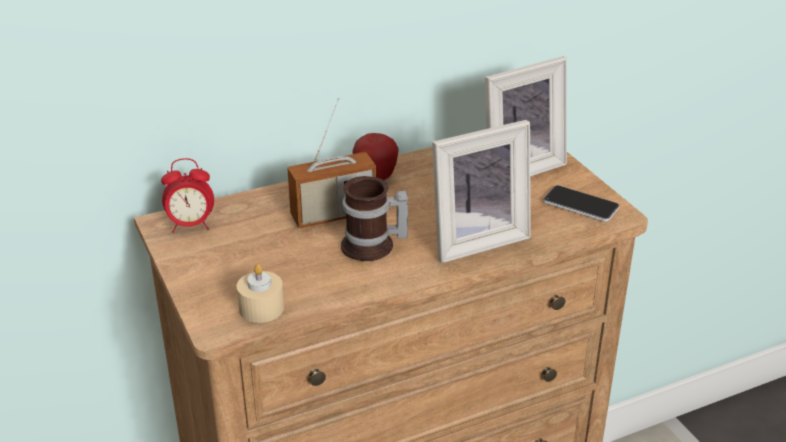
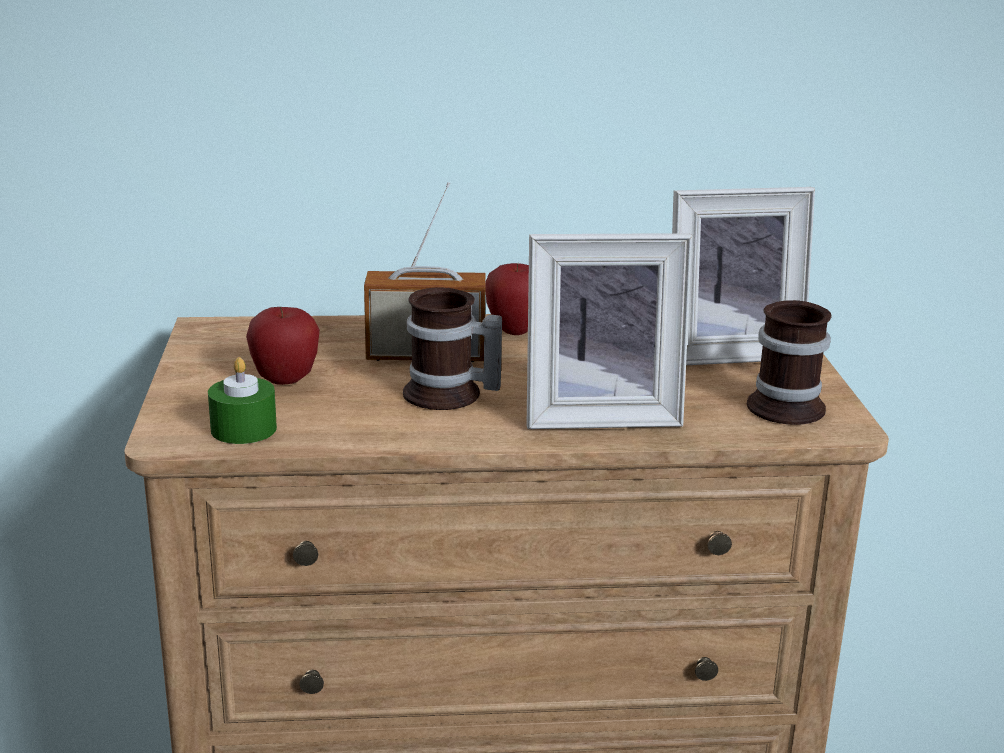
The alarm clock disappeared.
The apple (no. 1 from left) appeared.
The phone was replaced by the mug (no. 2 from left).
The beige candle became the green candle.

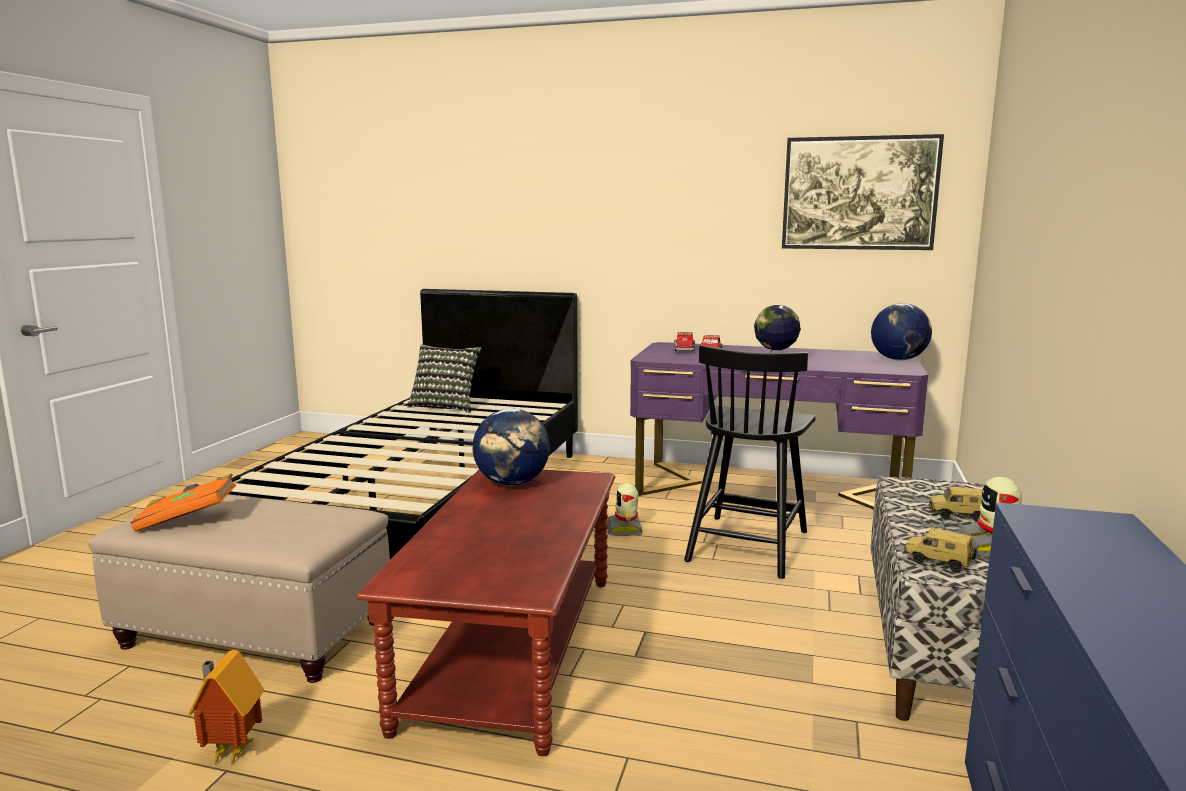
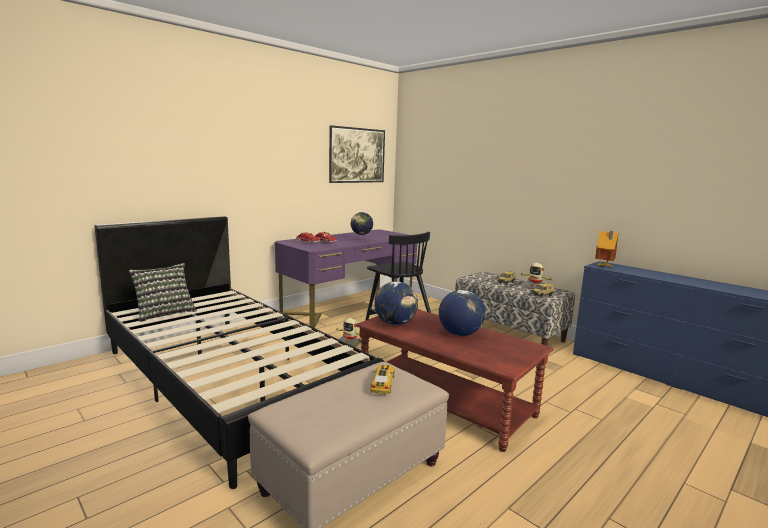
The orange book disappeared.
The toy car (no. 1 from left) appeared.
The toy house moved.
The globe (no. 3 from left) moved.

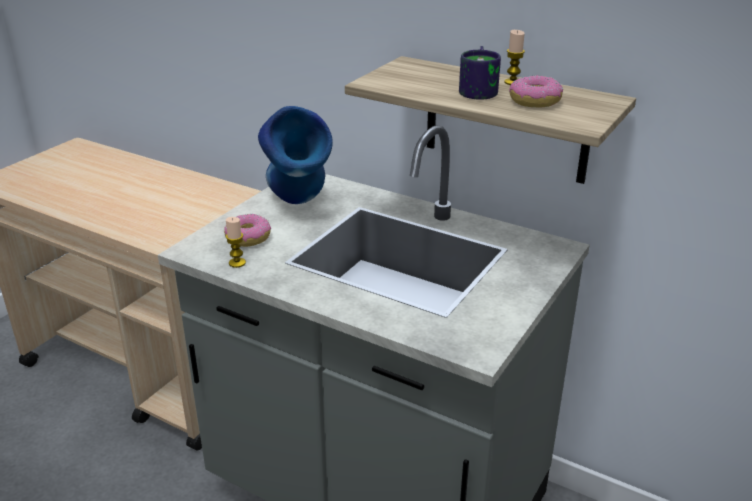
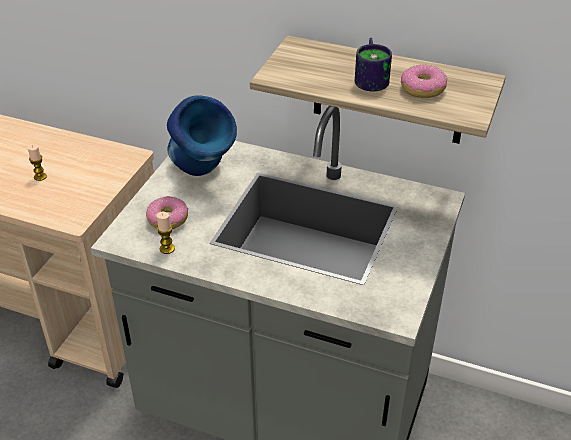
The candle (no. 2 from left in the first image) moved.

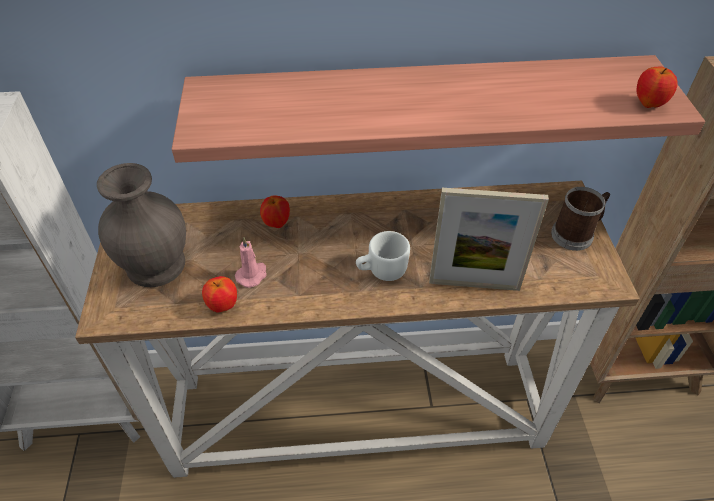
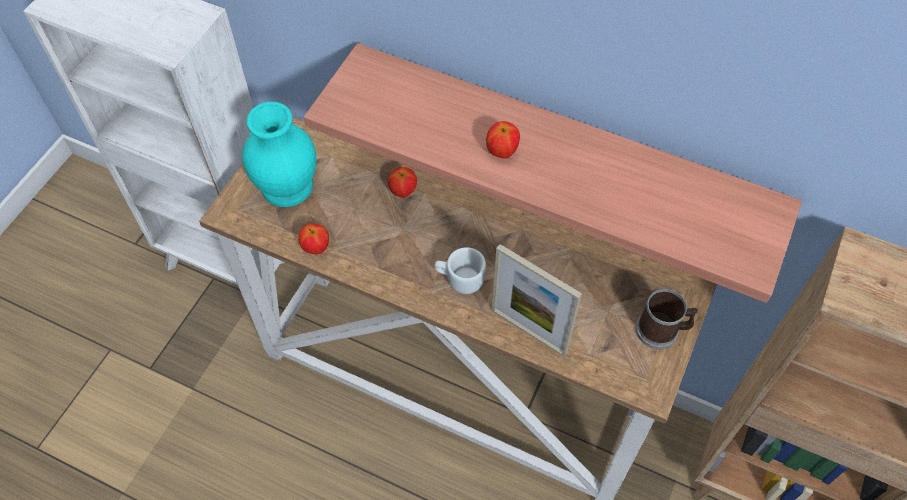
The pink candle disappeared.
The apple (no. 3 from left) moved.
The grey vase became the turquoise vase.

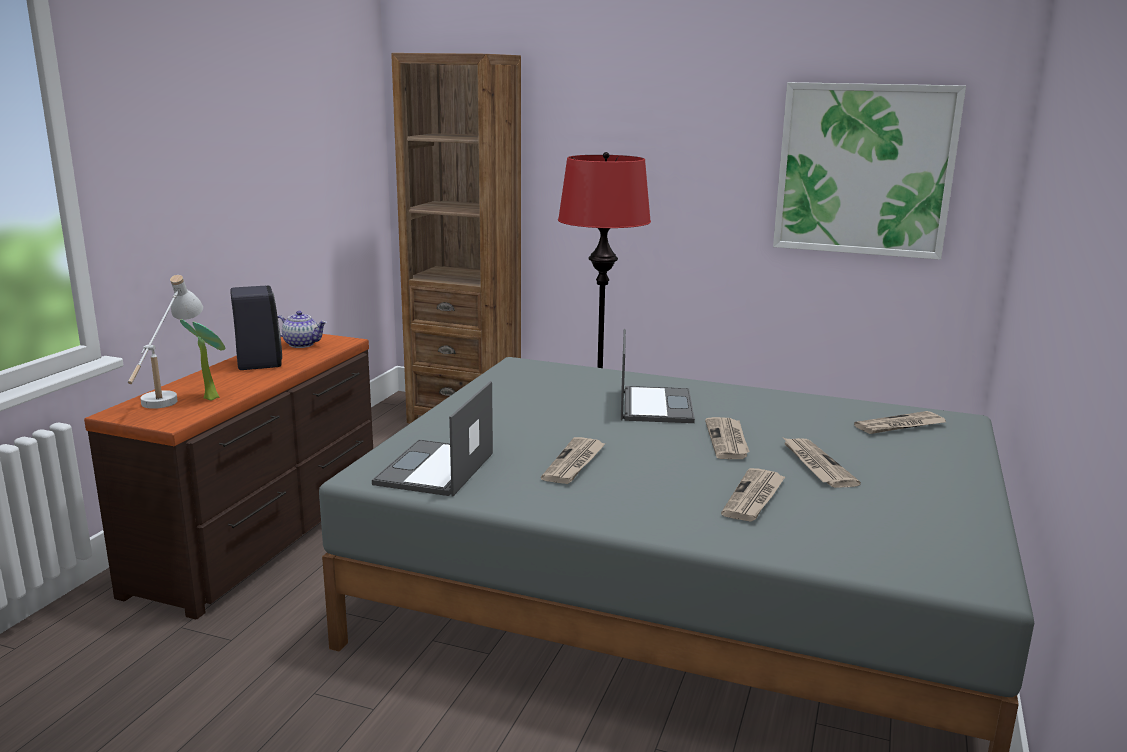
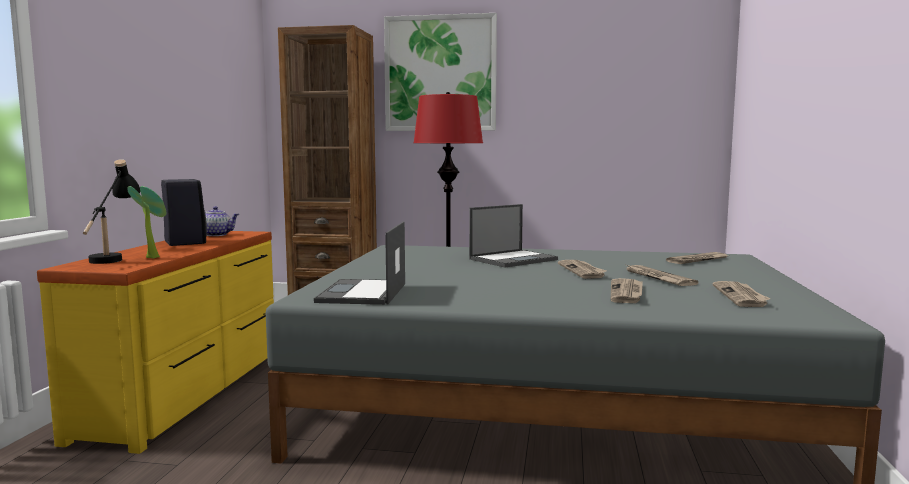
The newspaper (no. 1 from left in the first image) moved.
The picture moved.
The brown dresser became the yellow dresser.
The white table lamp became the black table lamp.
The laptop (no. 2 from left) turned 60 degrees clockwise.

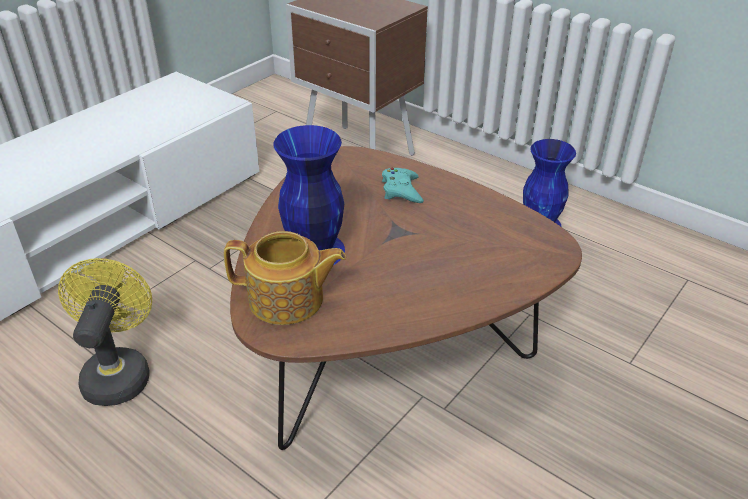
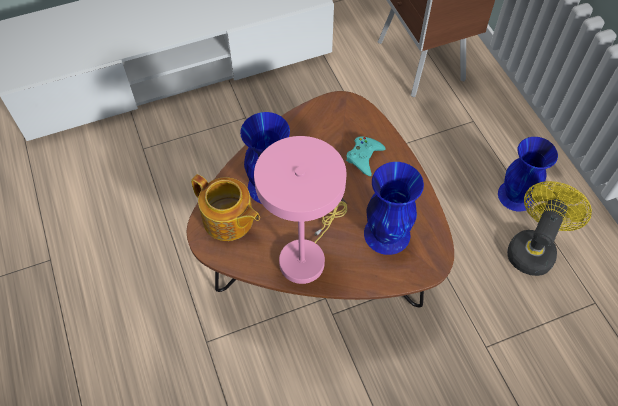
The pink table lamp appeared.
The blue vase (no. 2 from left) appeared.
The yellow fan moved.

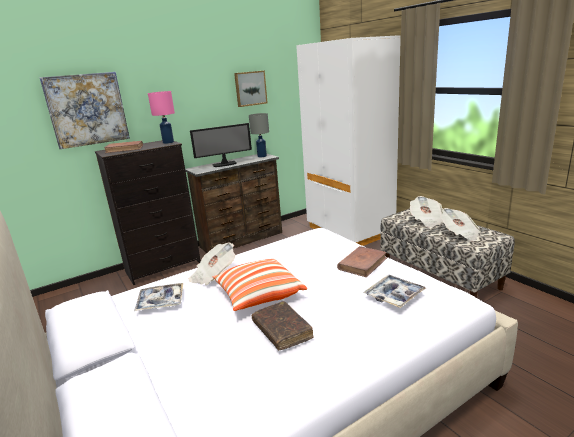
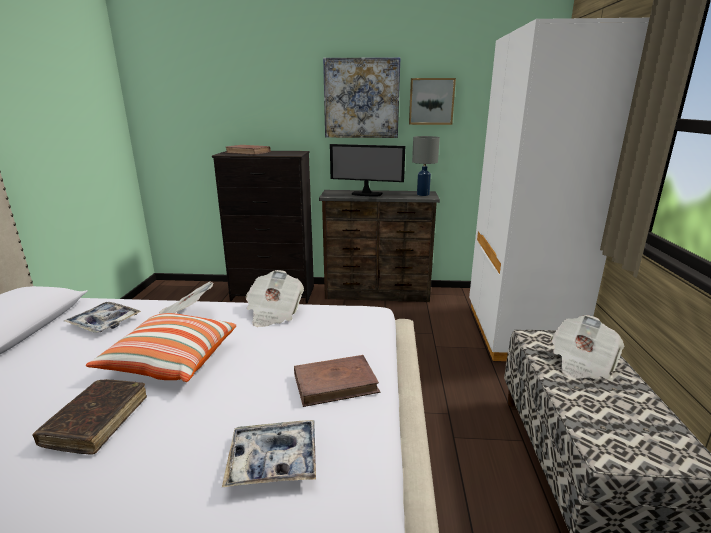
The pink table lamp disappeared.
The picture (no. 1 from left) moved.
The newspaper (no. 3 from left in the first image) moved.

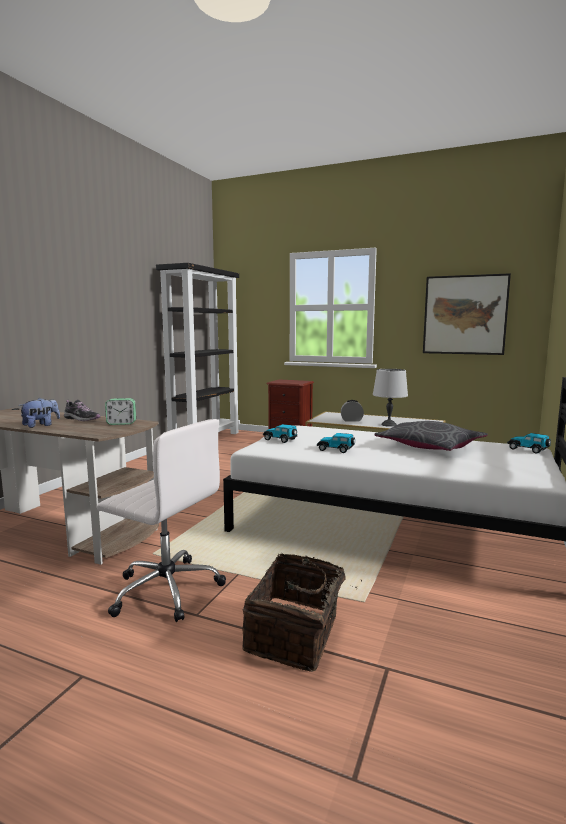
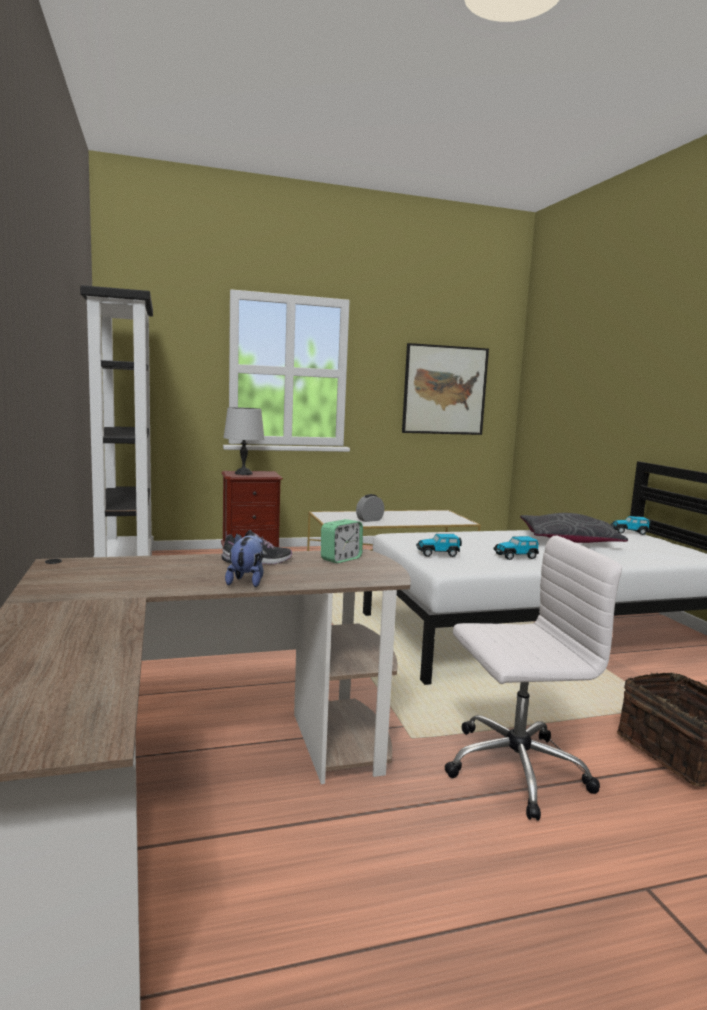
The grey table lamp moved.

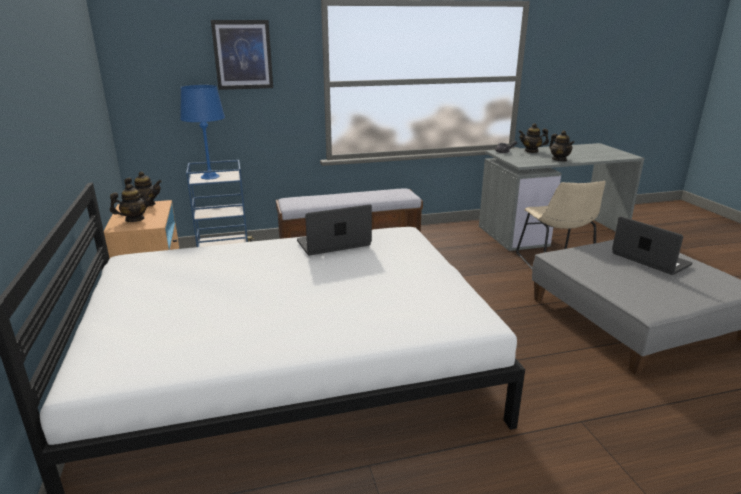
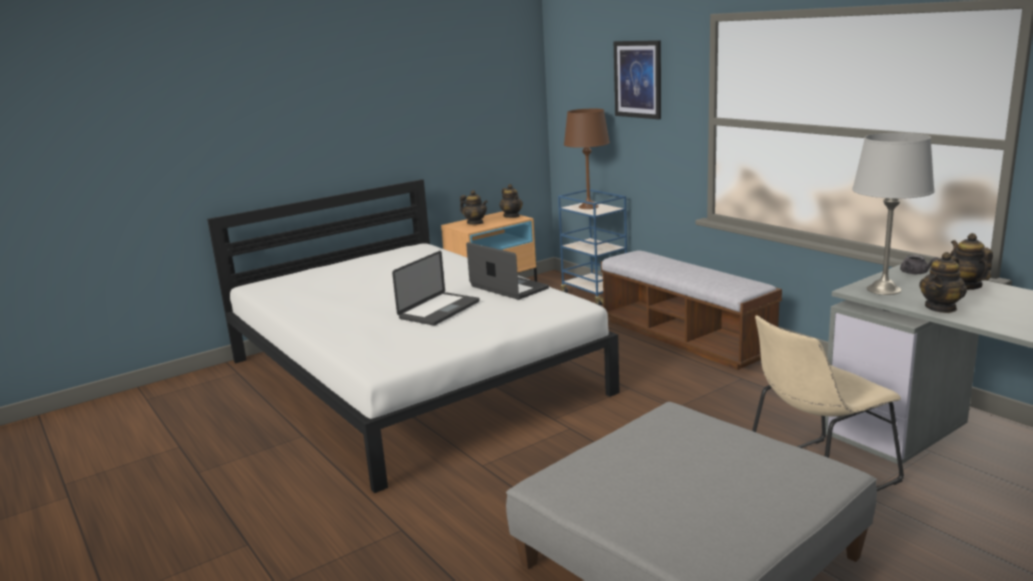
The grey table lamp appeared.
The laptop (no. 2 from left in the first image) moved.
The blue table lamp became the brown table lamp.

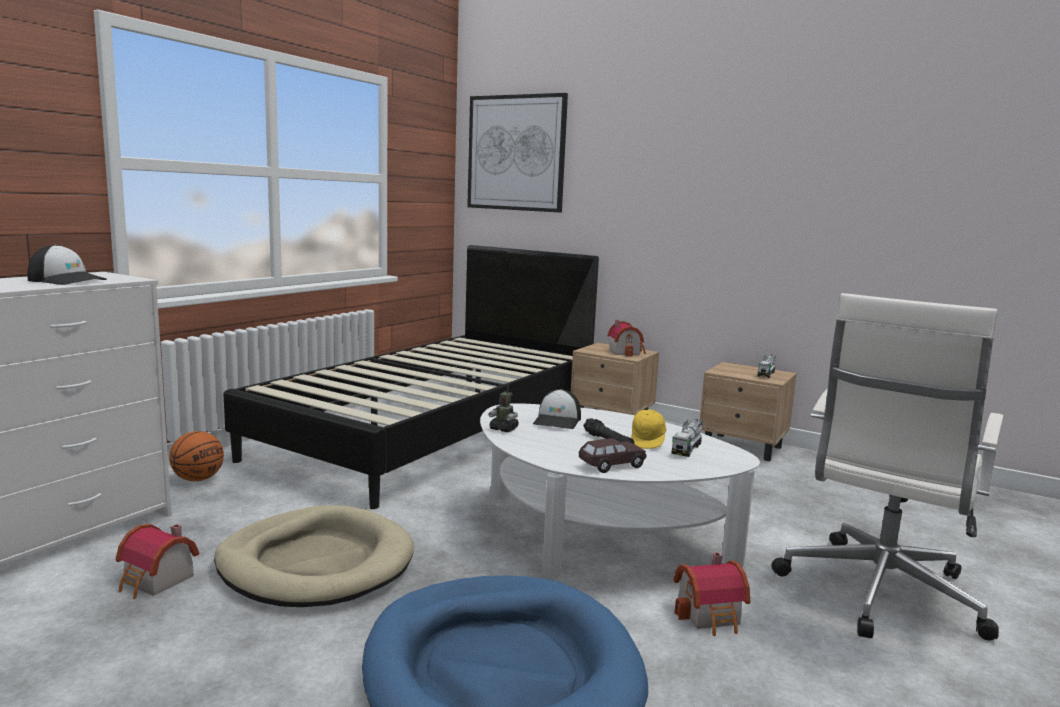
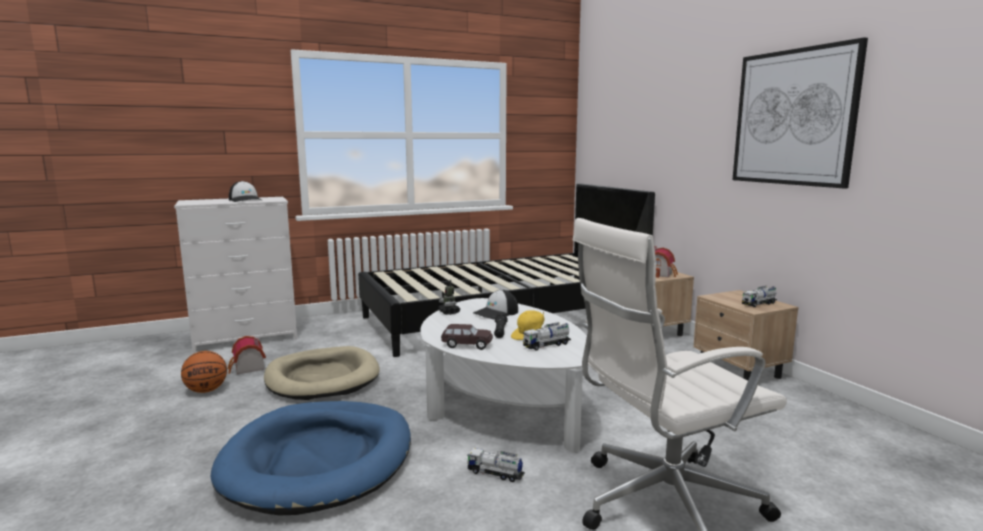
The basketball moved.
The picture moved.
The toy house (no. 3 from left) was replaced by the toy truck (no. 1 from left).

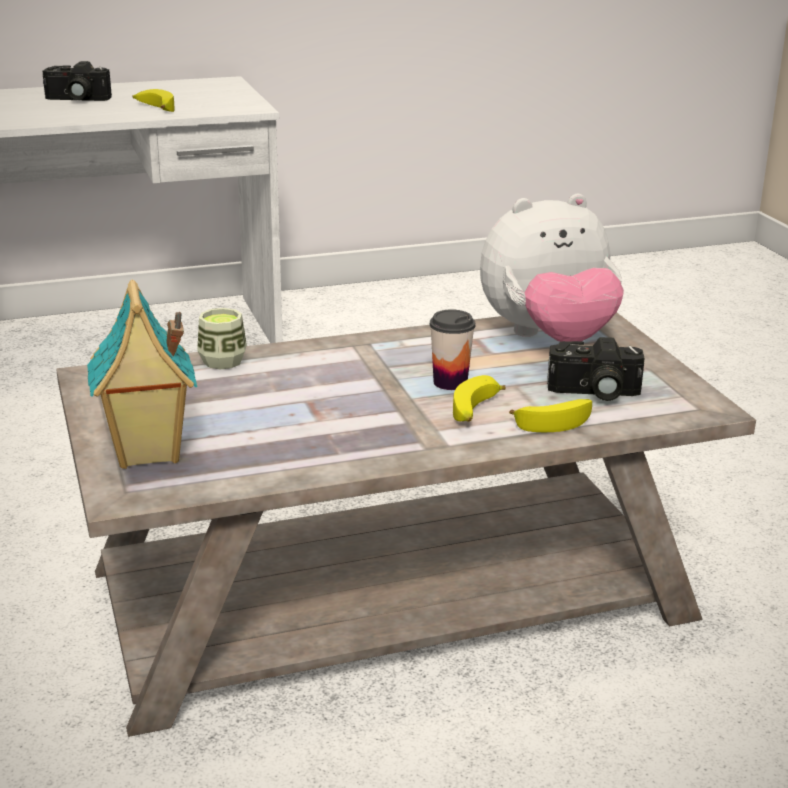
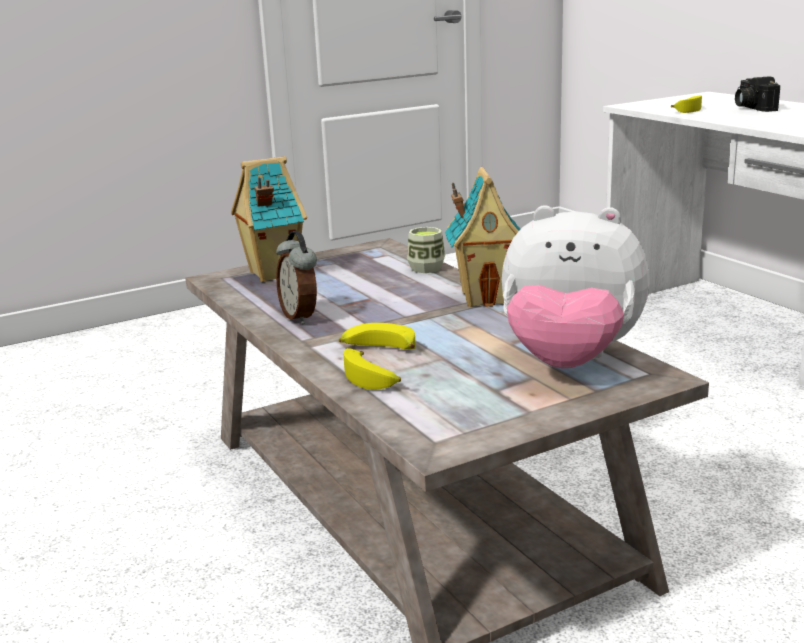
The cup (no. 2 from left) disappeared.
The photo camera (no. 2 from left) disappeared.
The alarm clock appeared.
The toy house (no. 2 from left) appeared.
The banana (no. 1 from left in the first image) moved.
The plush toy turned 45 degrees counterclockwise.

